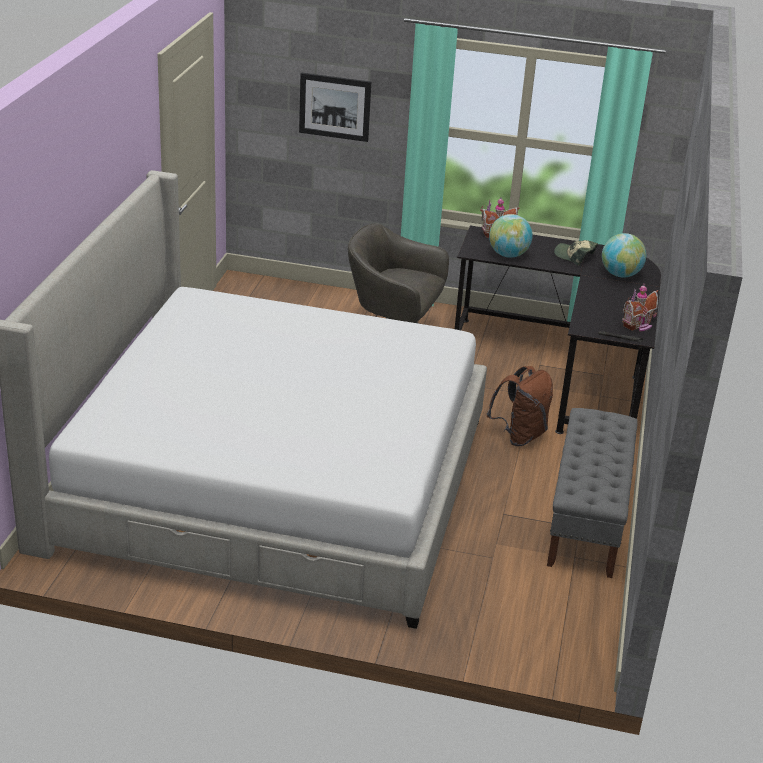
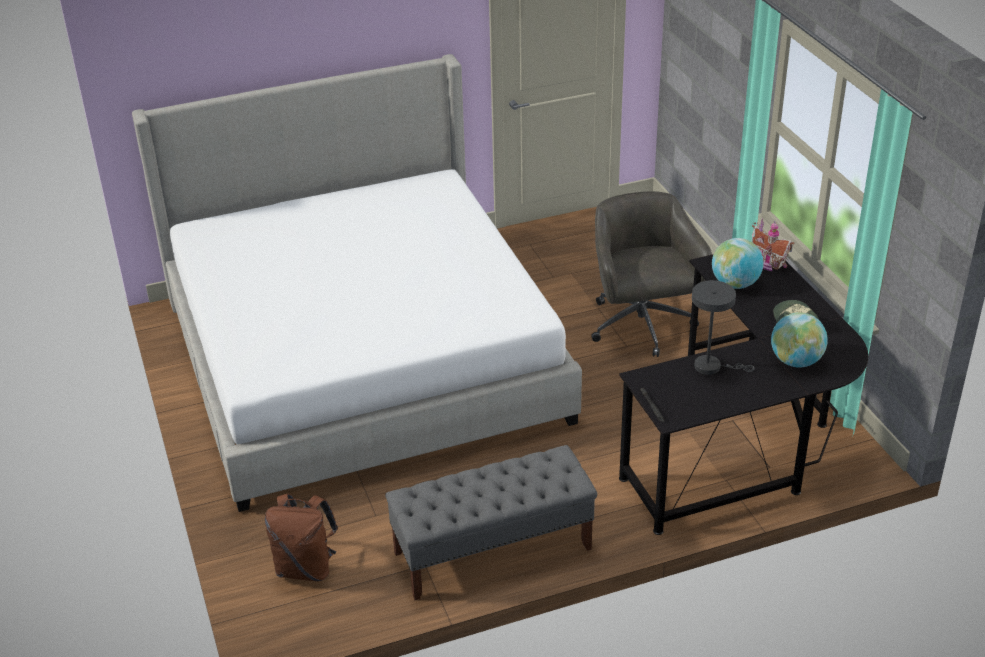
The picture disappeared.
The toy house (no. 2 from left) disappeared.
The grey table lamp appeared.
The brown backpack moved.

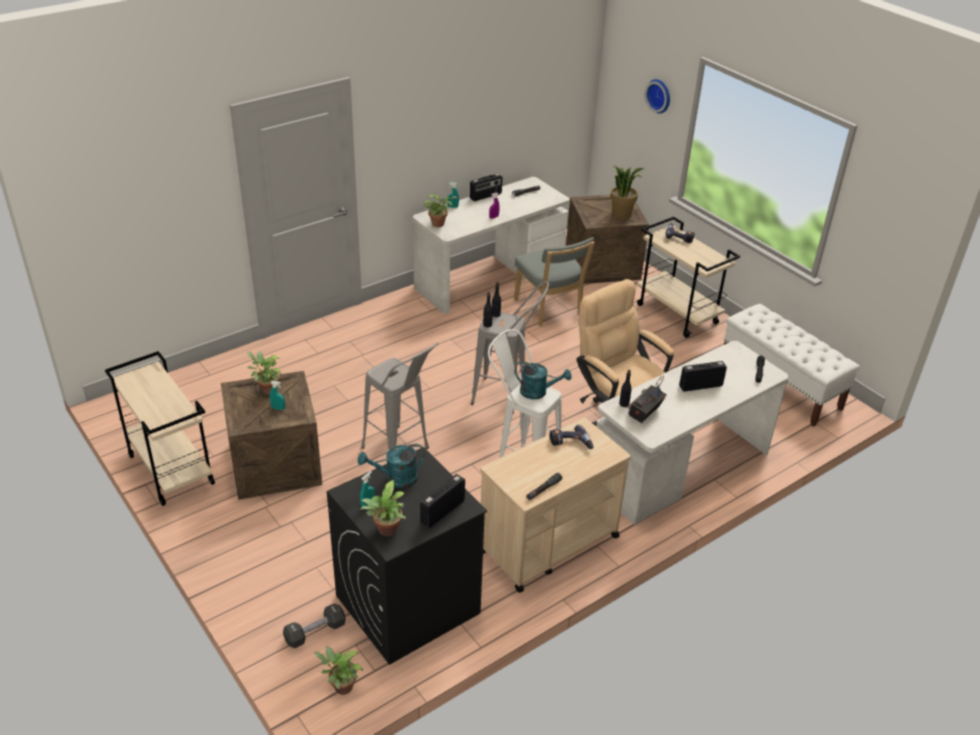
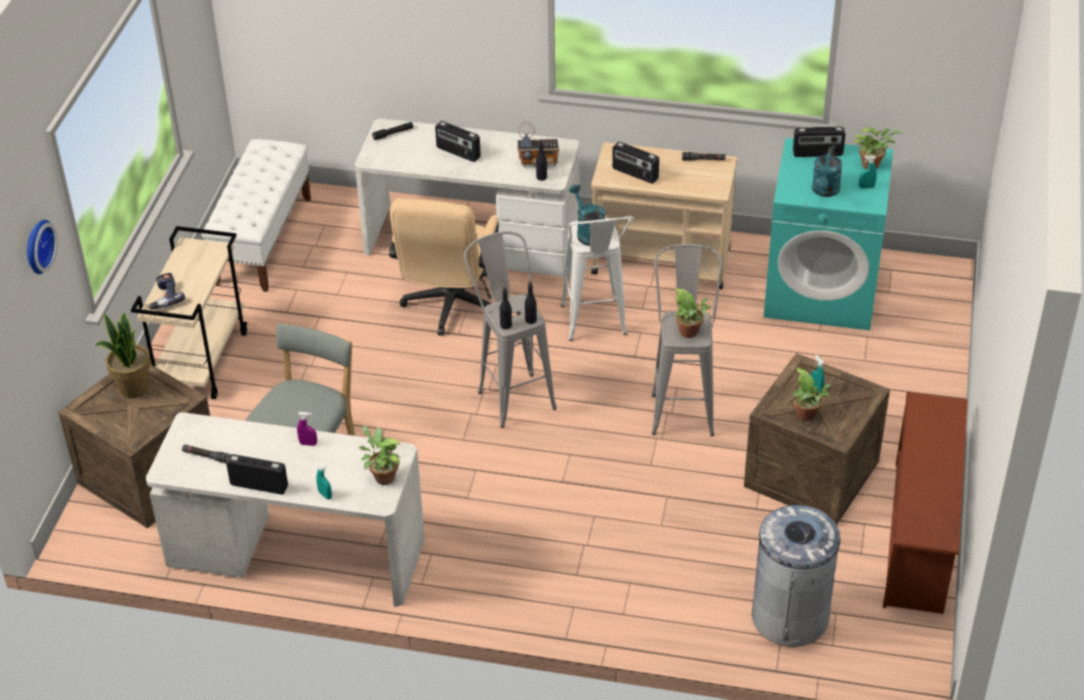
The black dumbbell disappeared.
The grey trash can appeared.
The potted plant (no. 2 from left in the first image) moved.
The beige cart (no. 1 from left) was replaced by the brown shoe rack.
The power drill (no. 1 from left) was replaced by the radio (no. 4 from left).
The black washing machine became the turquoise washing machine.
The turquoise watering can (no. 1 from left in the first image) turned 75 degrees clockwise.

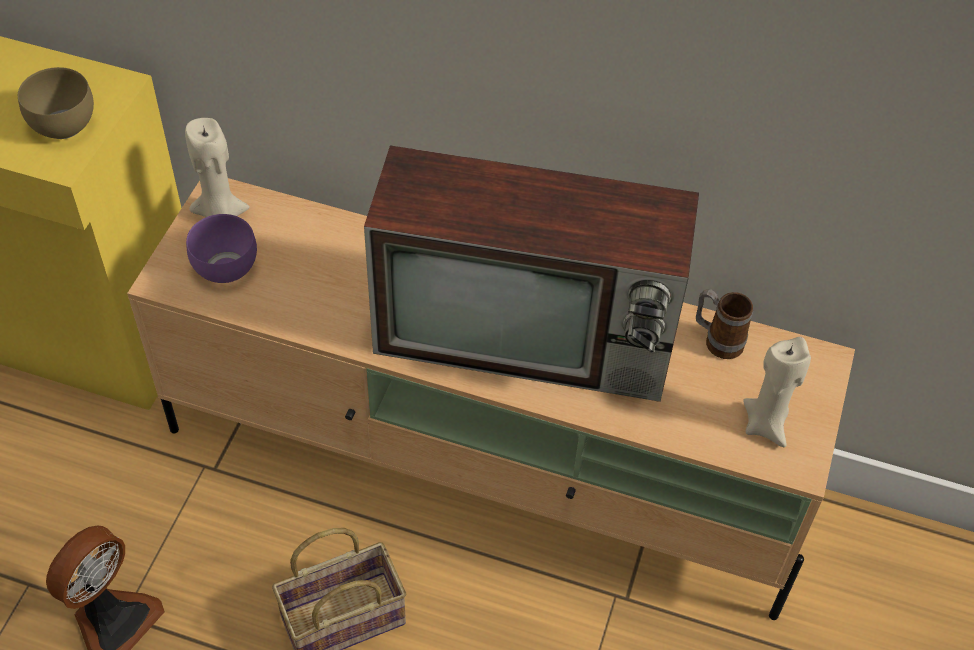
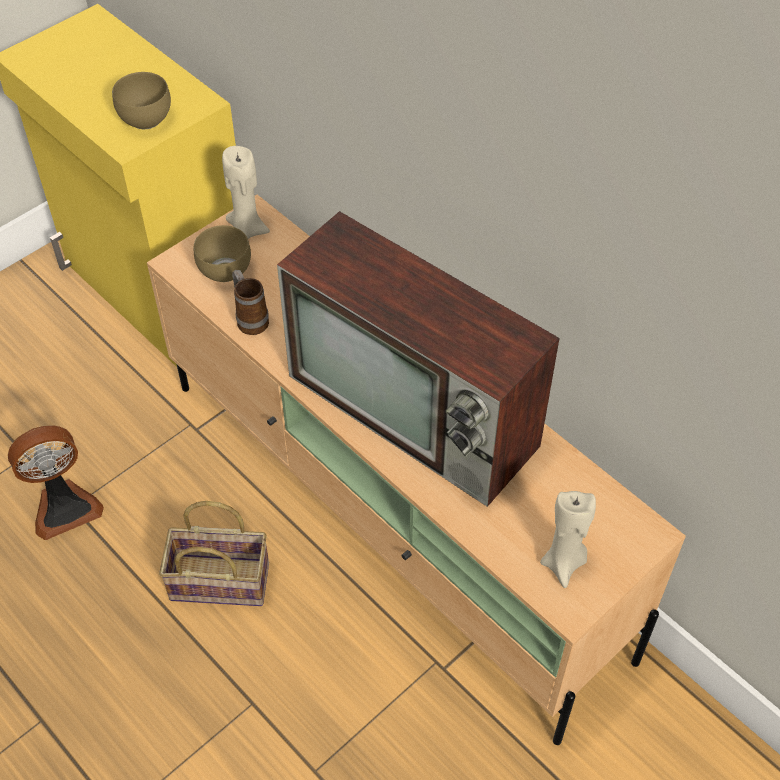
The mug moved.
The purple bowl became the brown bowl (no. 2 from left).

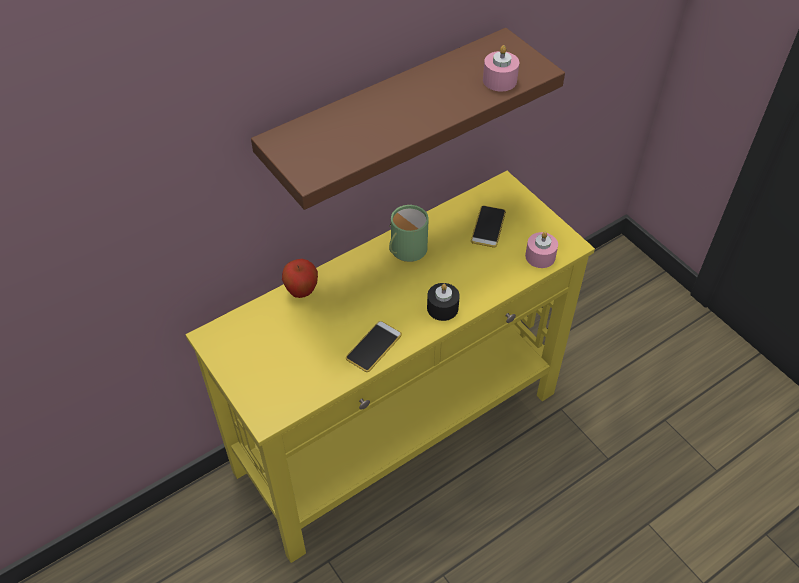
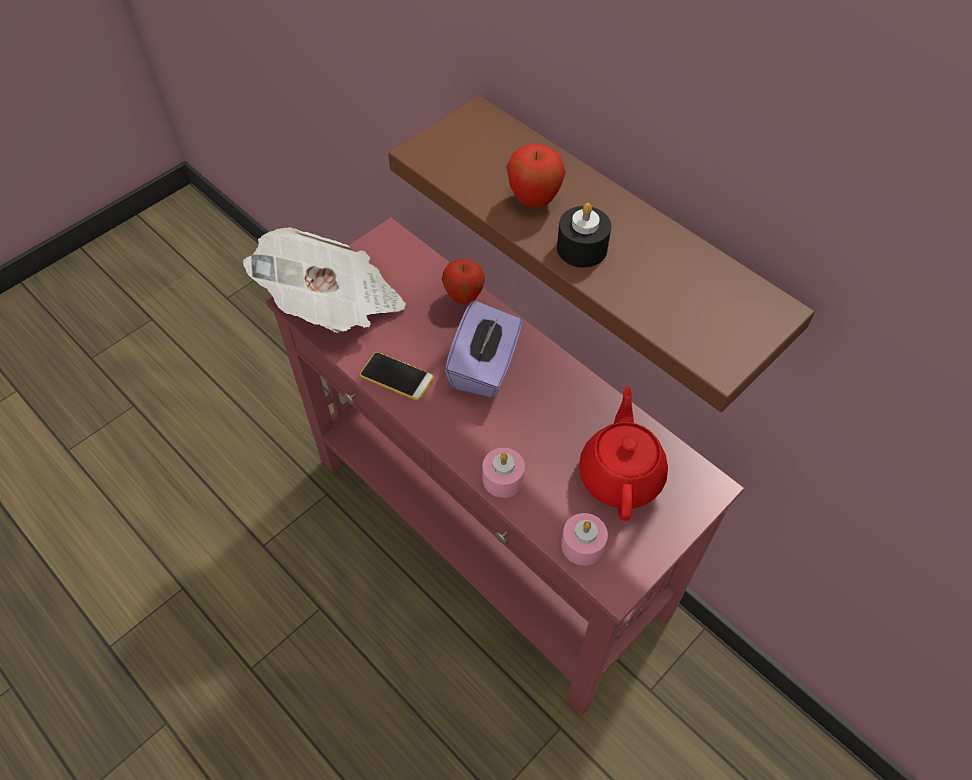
The green mug disappeared.
The newspaper appeared.
The purple tissue box appeared.
The apple (no. 2 from left) appeared.
The black candle moved.
The pink candle (no. 1 from left) moved.
The phone (no. 2 from left) was replaced by the red teapot.
The yellow console table became the red console table.

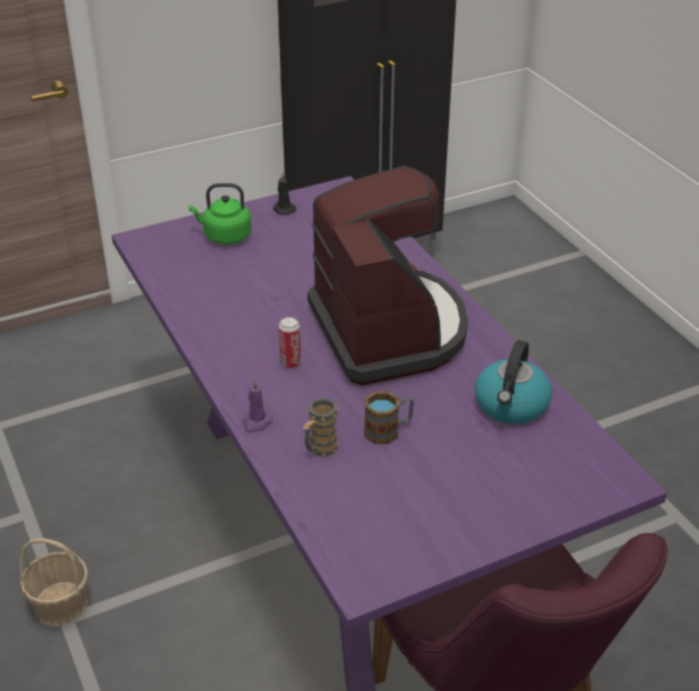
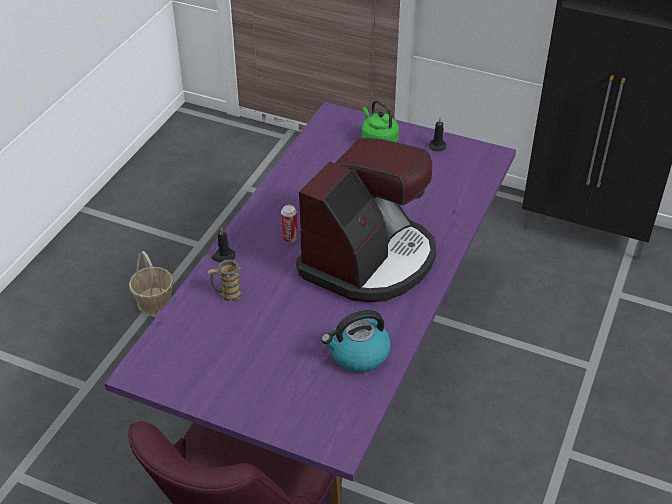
The mug (no. 2 from left) disappeared.
The purple candle became the black candle (no. 1 from left).

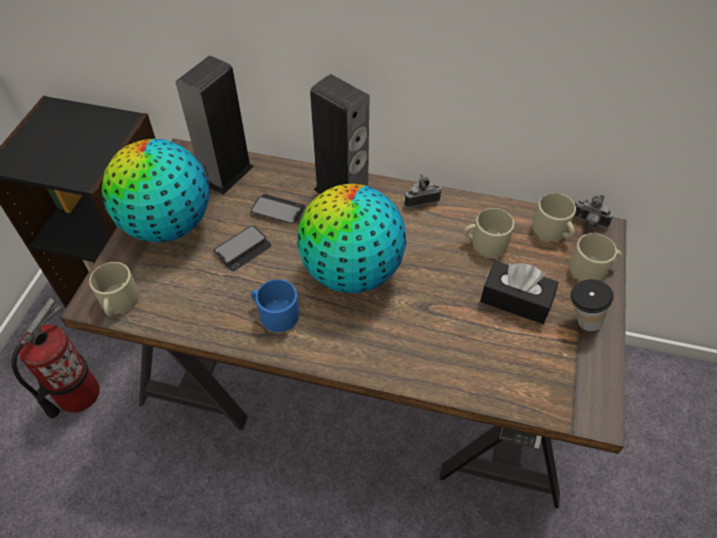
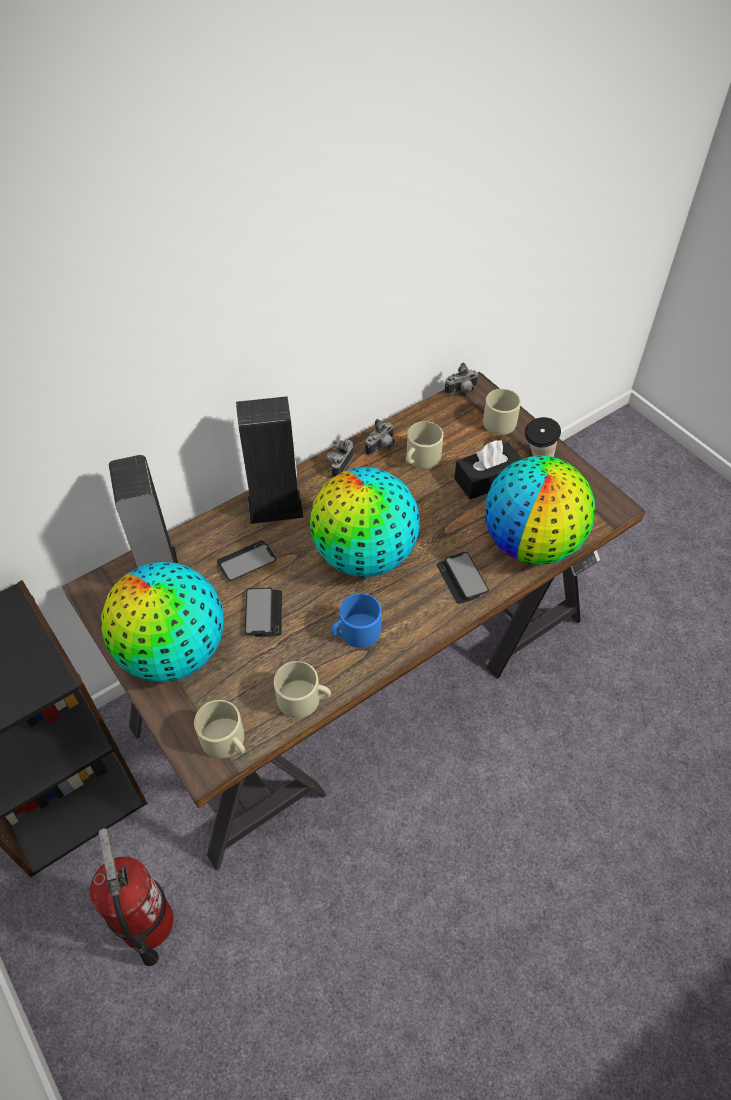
The photo camera (no. 2 from left) appeared.
The phone (no. 3 from left) appeared.
The globe (no. 3 from left) appeared.
The beige mug (no. 3 from left in the first image) moved.

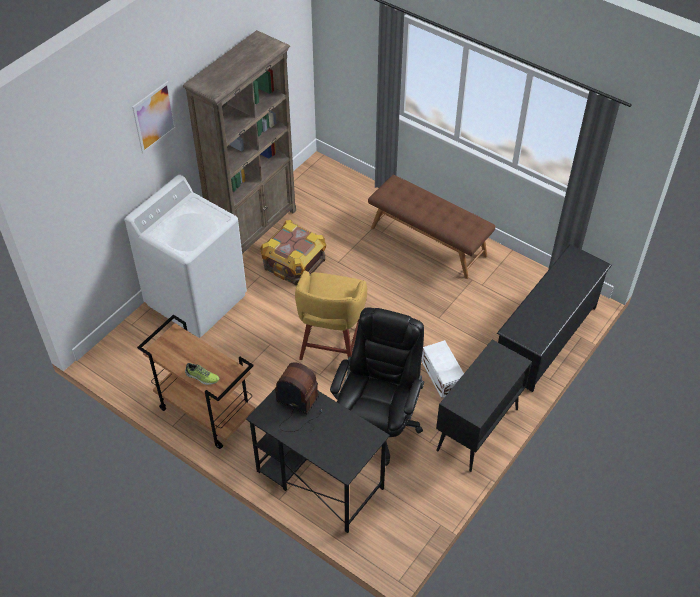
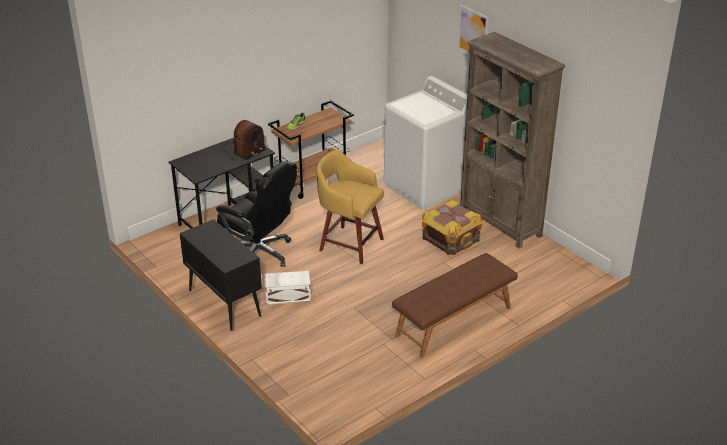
The black shoe rack disappeared.

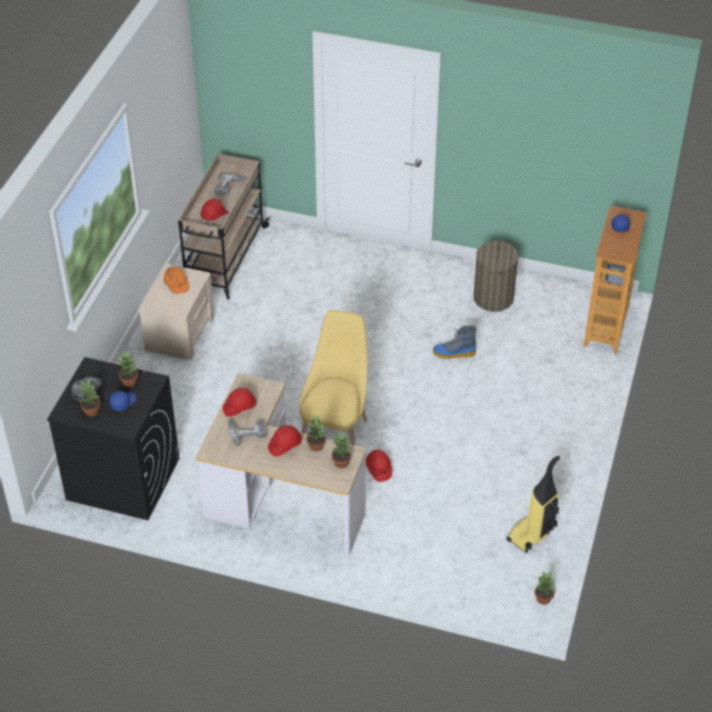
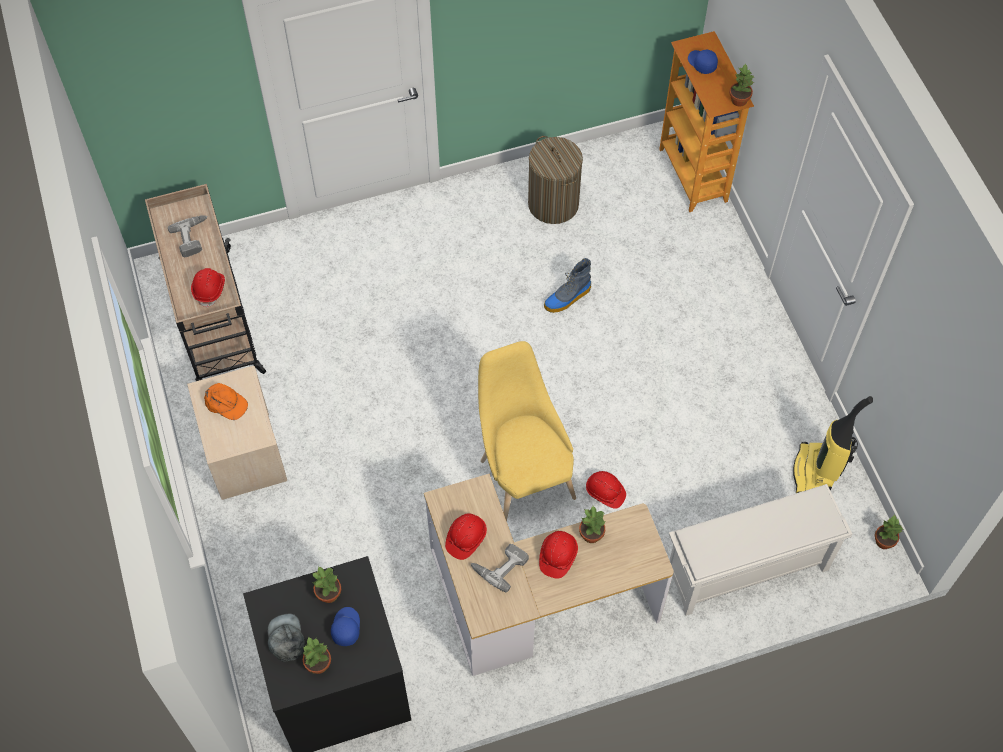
The white shoe rack appeared.
The potted plant (no. 4 from left) moved.

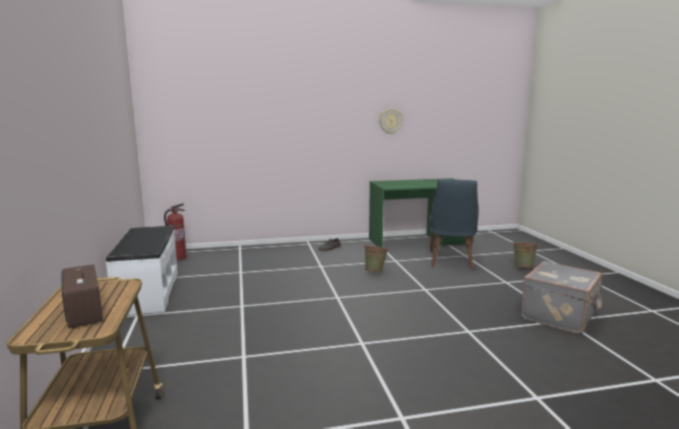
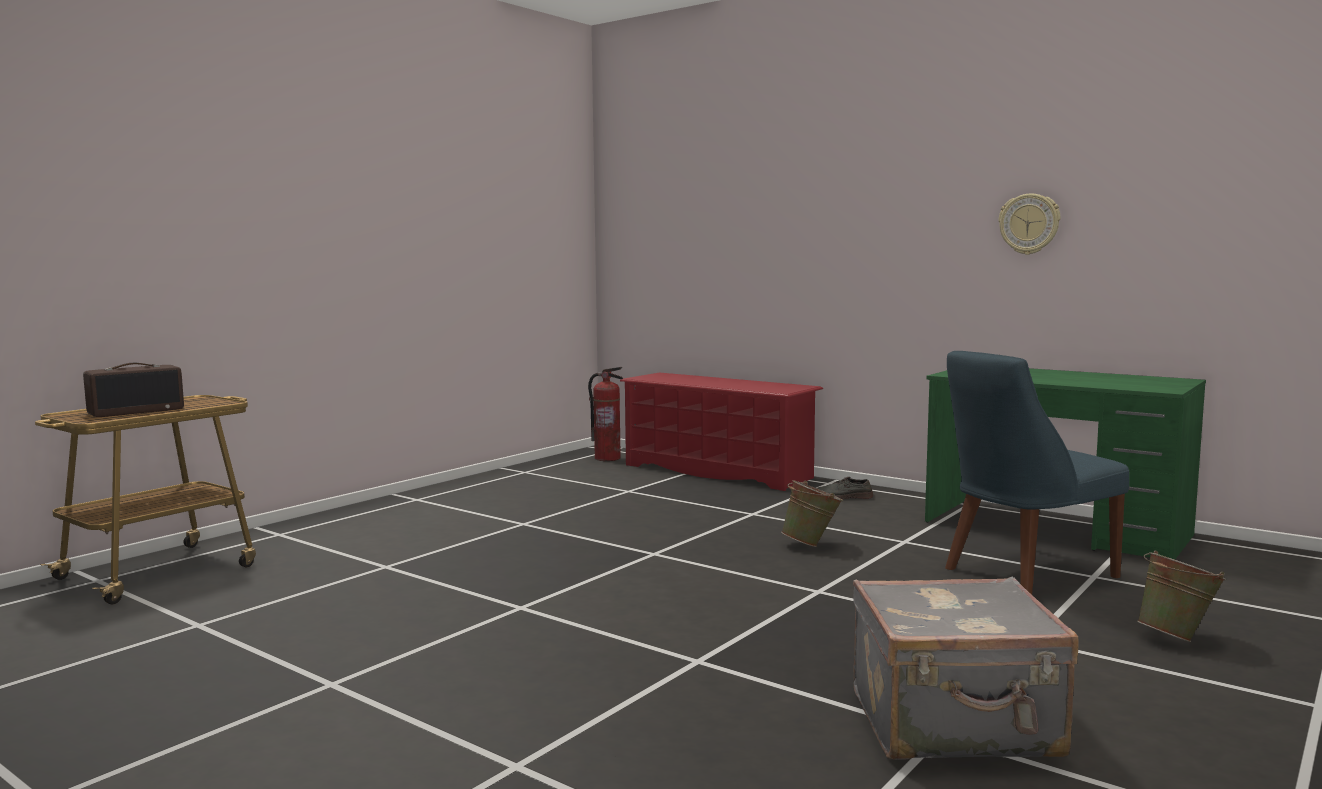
The white bench disappeared.
The red shoe rack appeared.
The radio turned 150 degrees counterclockwise.

